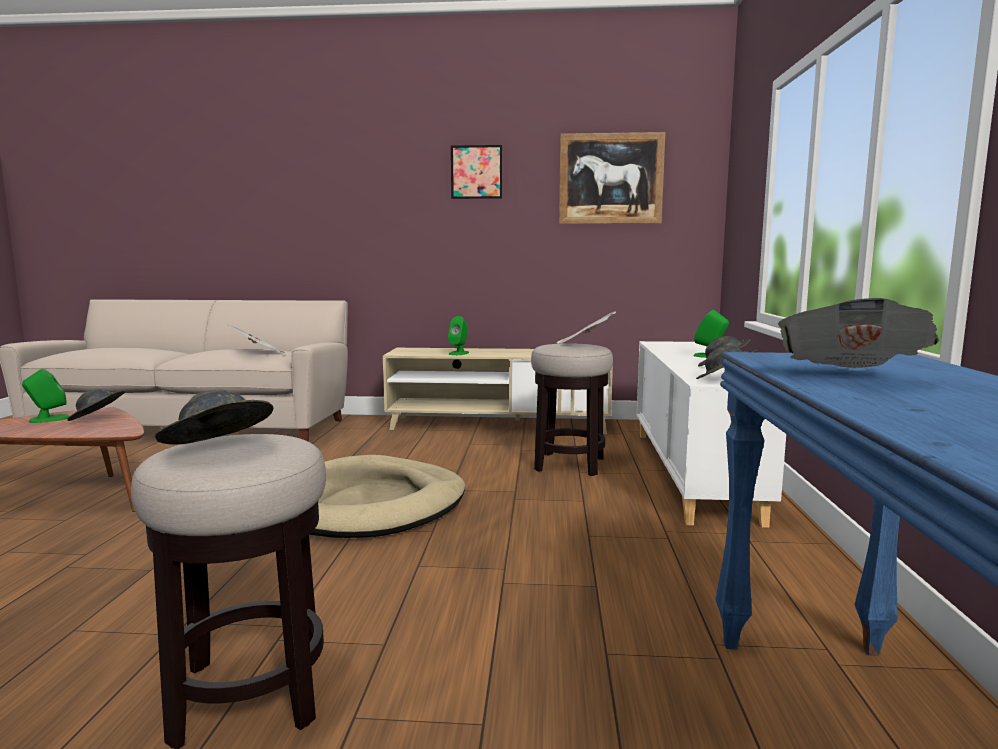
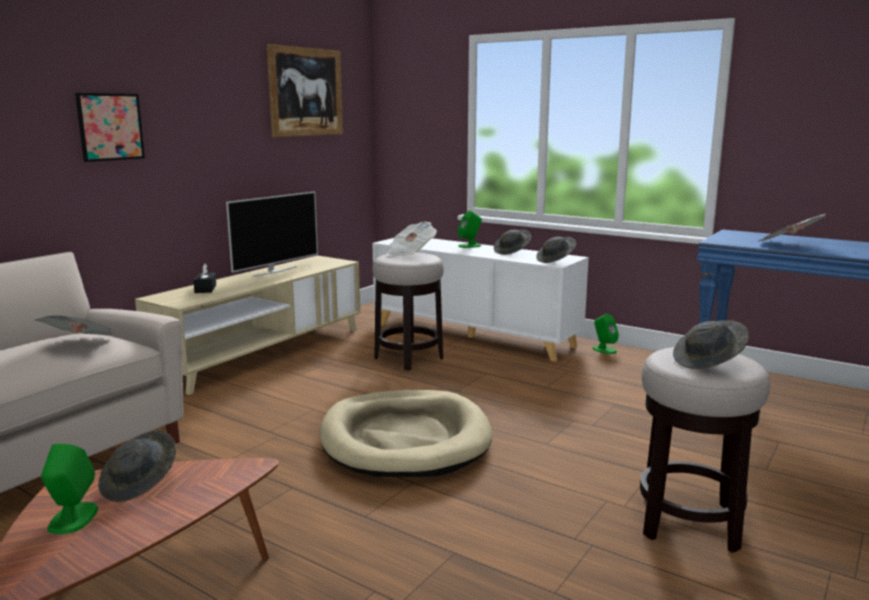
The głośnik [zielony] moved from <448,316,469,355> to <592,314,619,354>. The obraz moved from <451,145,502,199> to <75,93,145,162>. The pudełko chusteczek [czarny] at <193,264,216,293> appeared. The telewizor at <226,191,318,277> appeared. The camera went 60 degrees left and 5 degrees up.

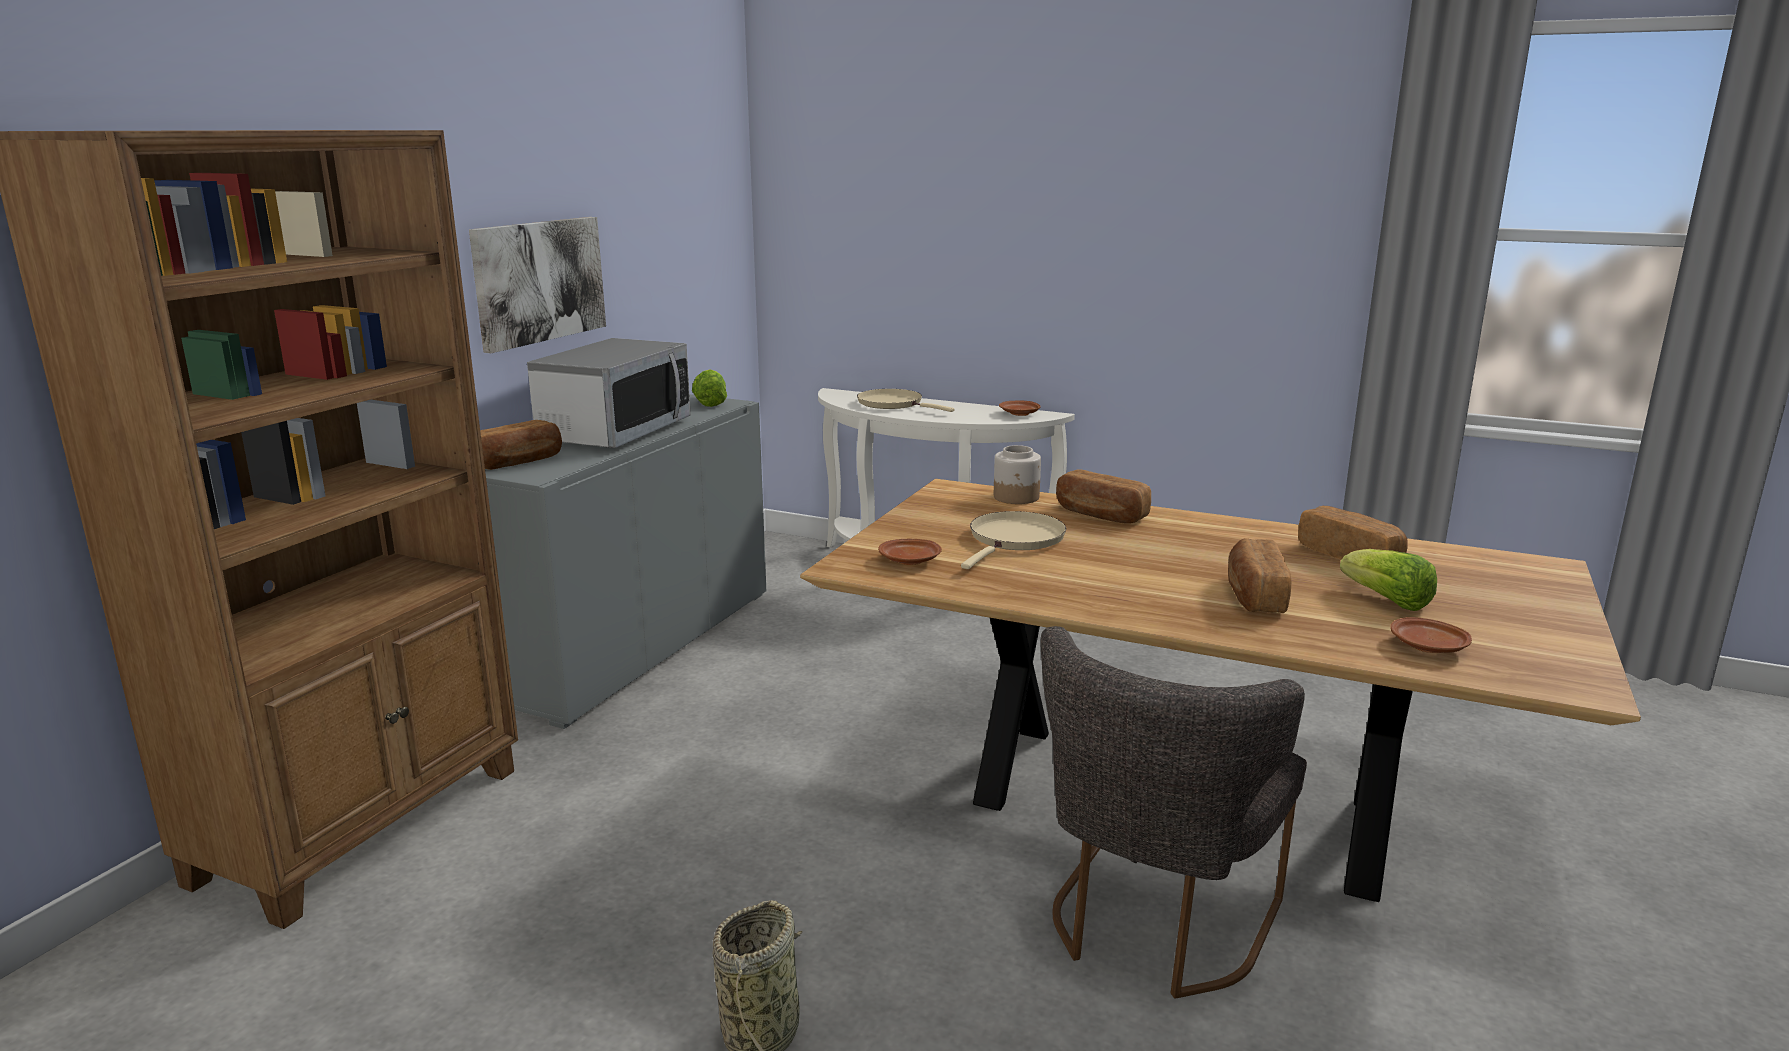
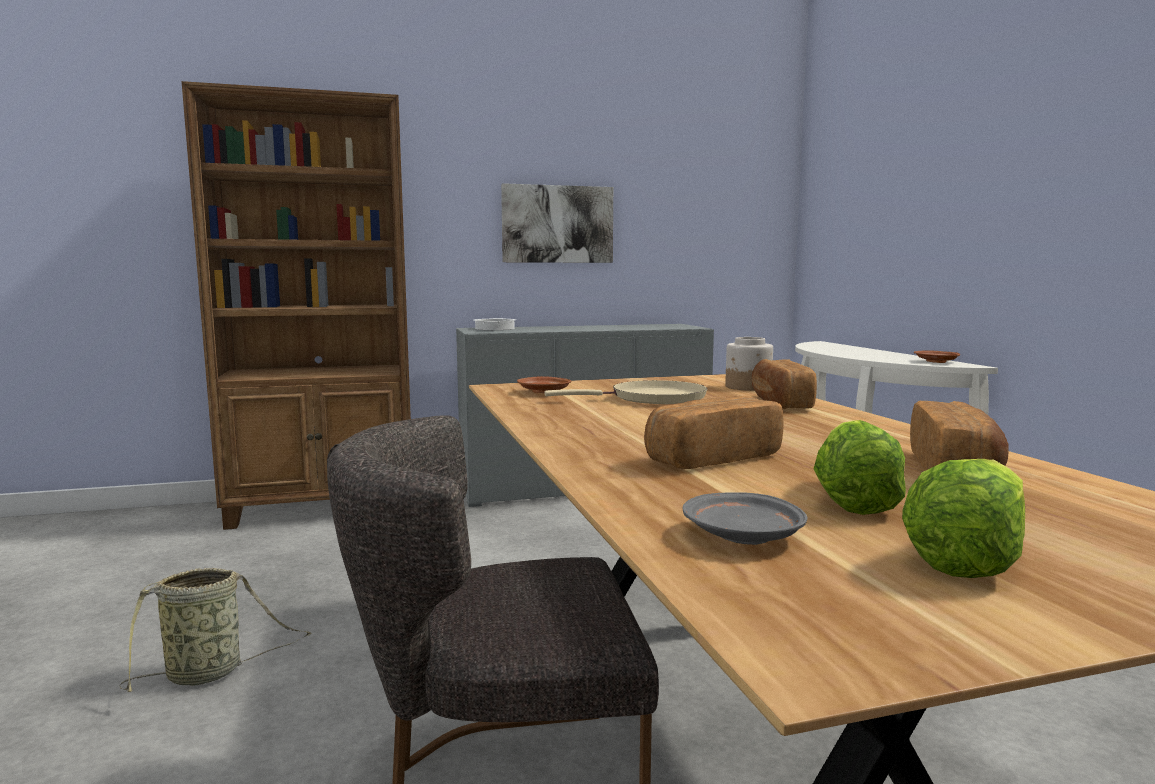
The chleb at <480,420,562,470> was replaced by the garnek at <474,318,516,330>. The mikrofalówka at <527,338,691,448> disappeared. The sałata moved from <692,369,727,407> to <902,459,1025,578>. The patelnia [beżowy] at <857,389,955,412> disappeared. The talerz [brązowy] at <1390,617,1472,653> became the talerz [szary] at <683,492,807,545>. The camera went 50 degrees right and 10 degrees down.

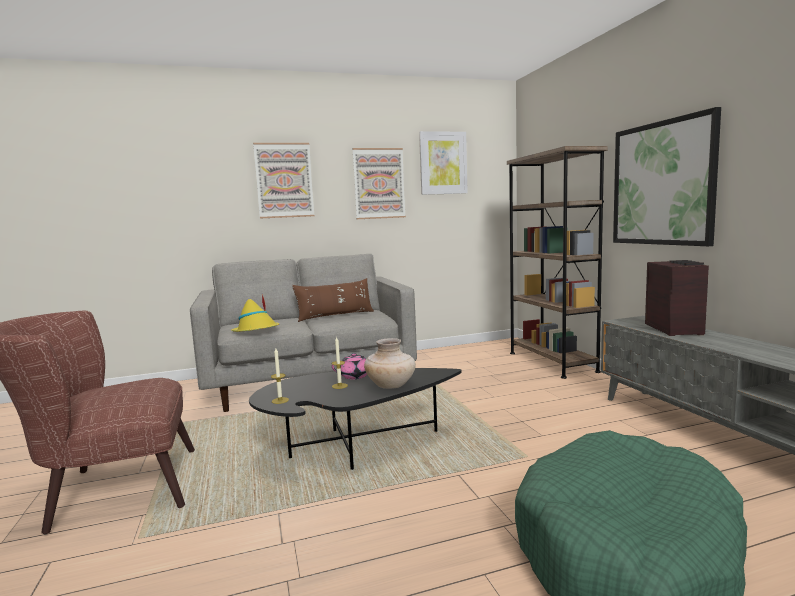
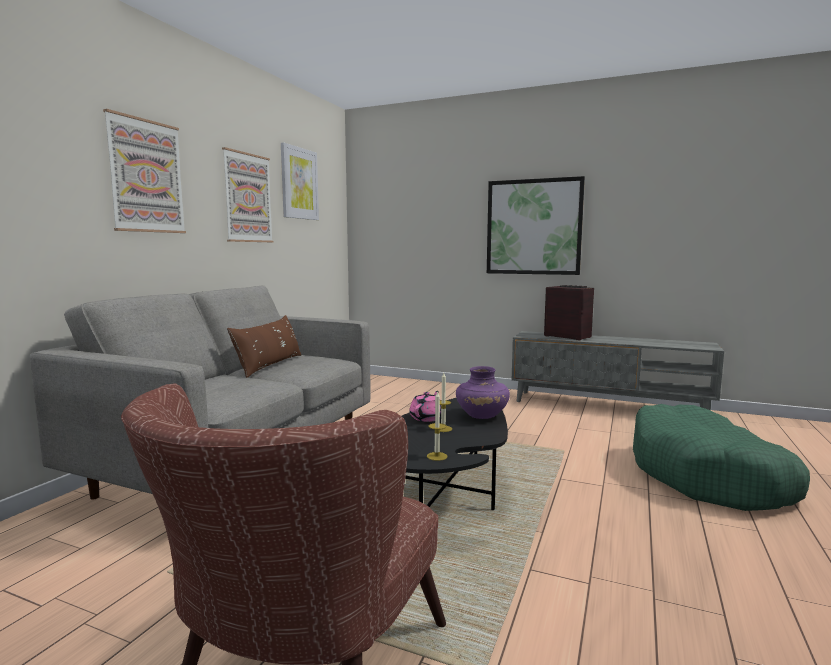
The kapelusz [żółty] at <231,294,279,332> disappeared. The wazon [beżowy] at <364,338,416,389> became the wazon [fioletowy] at <456,366,510,419>. The regał [brązowy] at <507,146,607,379> disappeared. The camera went 50 degrees left and 0 degrees up.

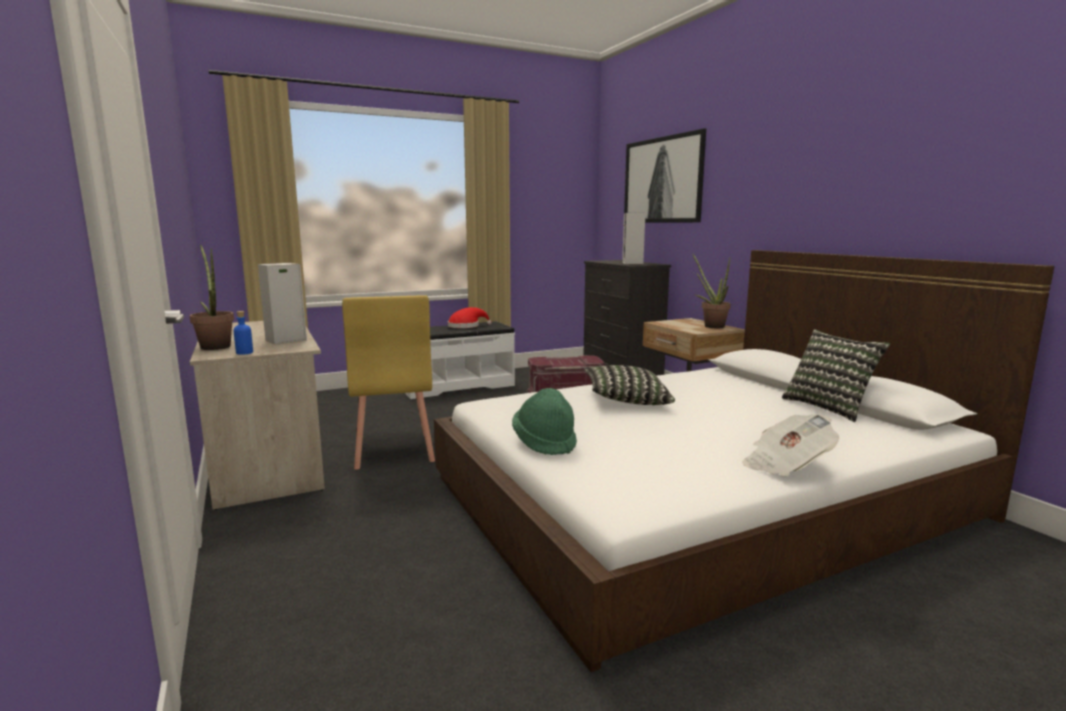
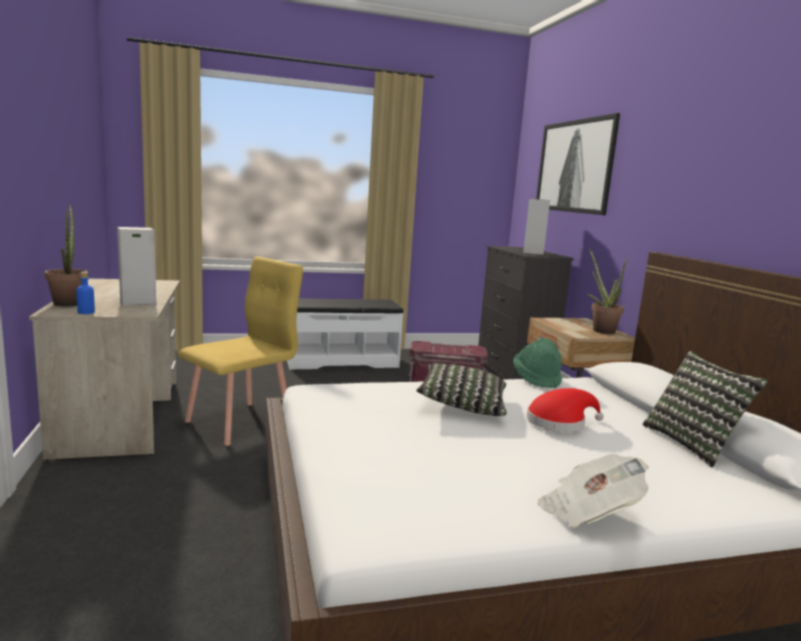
The krzesło [żółty] at <342,295,435,470> turned 135 degrees counterclockwise. The kapelusz [czerwony] moved from <448,307,492,328> to <527,388,604,432>. The kapelusz [zielony] moved from <512,388,577,455> to <513,338,562,388>. The camera went 10 degrees right and 0 degrees up.

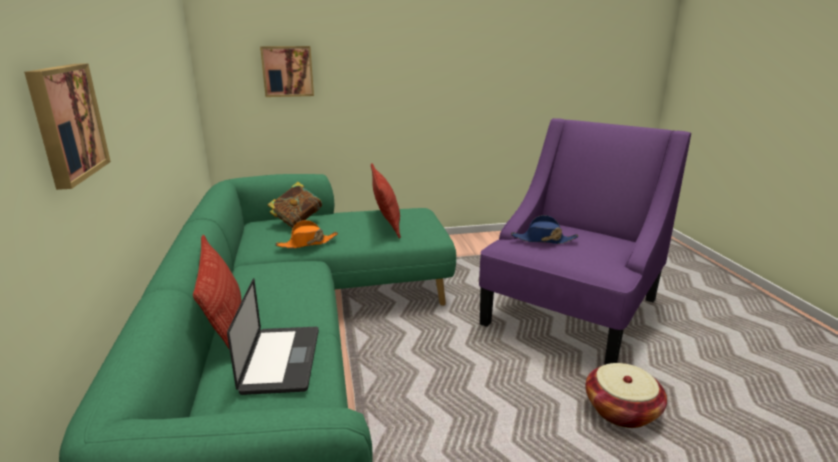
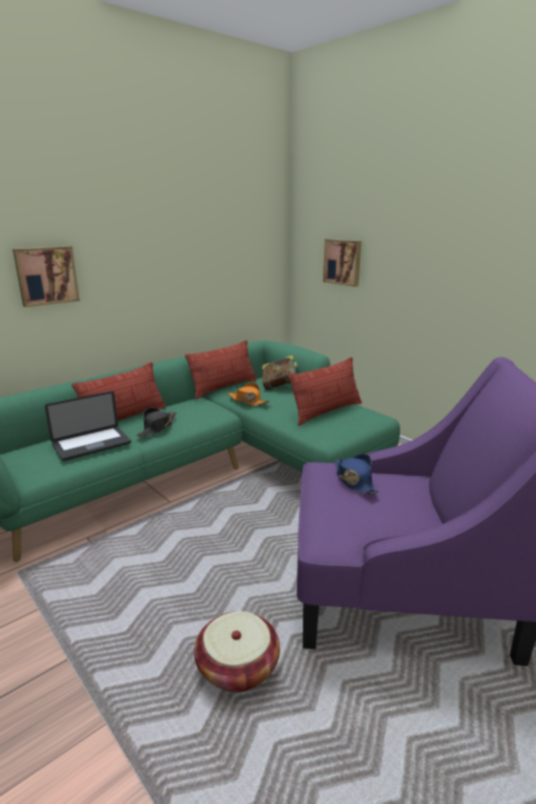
The kapelusz [czarny] at <137,408,176,437> appeared. The poduszka at <185,340,257,399> appeared. The camera went 60 degrees right and 0 degrees up.

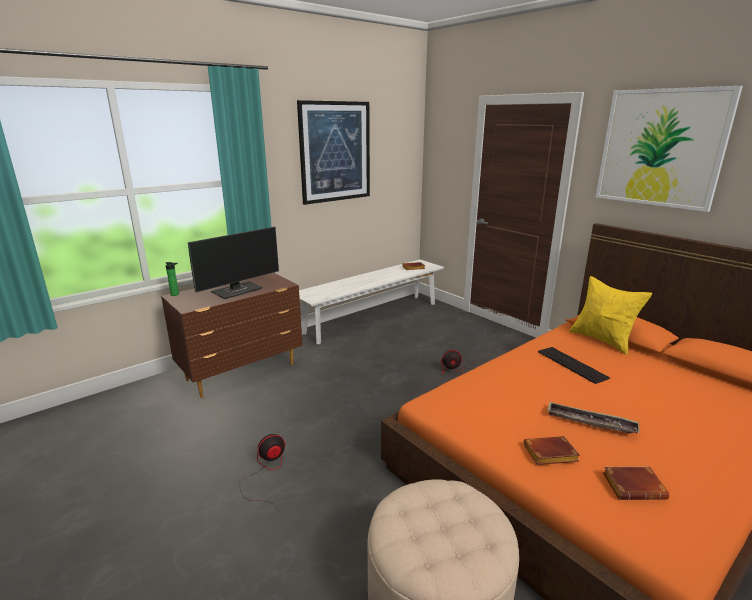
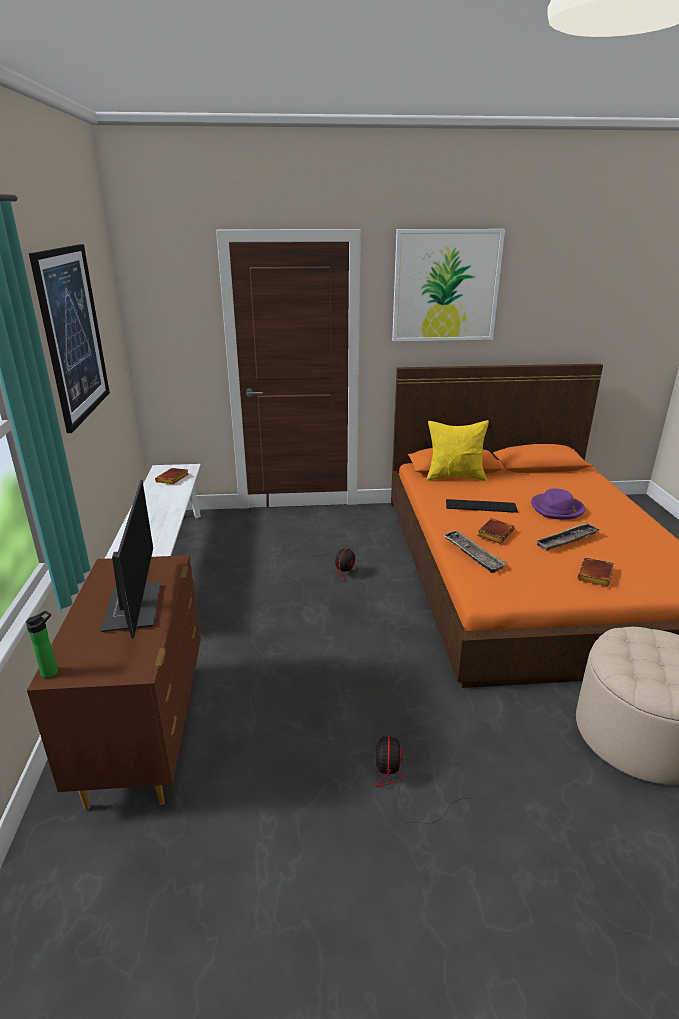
The książka [brązowy] moved from <603,467,669,500> to <477,518,514,544>. The taca at <442,530,507,573> appeared. The kapelusz [fioletowy] at <531,488,585,520> appeared. The camera went 55 degrees left and 5 degrees up.

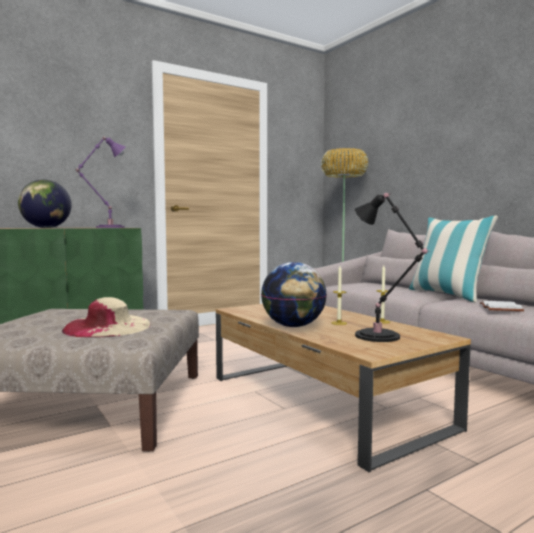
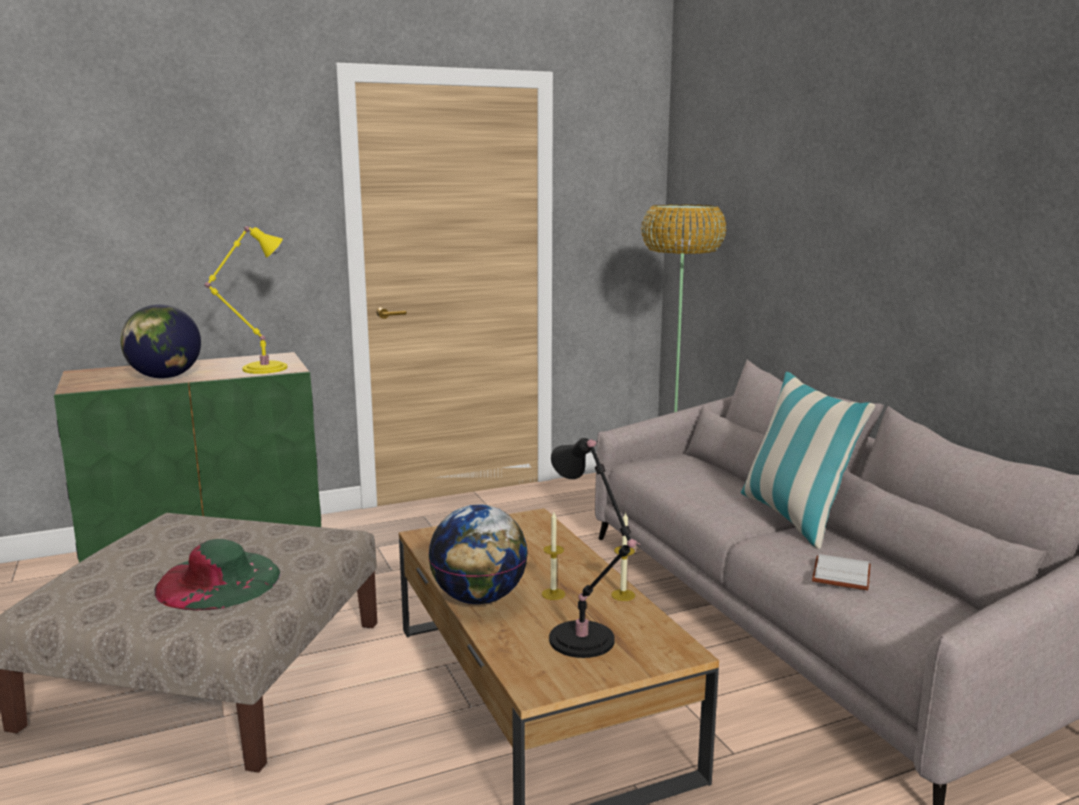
The kapelusz [beżowy] at <62,297,151,338> became the kapelusz [zielony] at <154,539,280,611>. The lampa stołowa [fioletowy] at <76,136,125,228> became the lampa stołowa [żółty] at <204,226,287,374>. The camera went 10 degrees right and 10 degrees up.

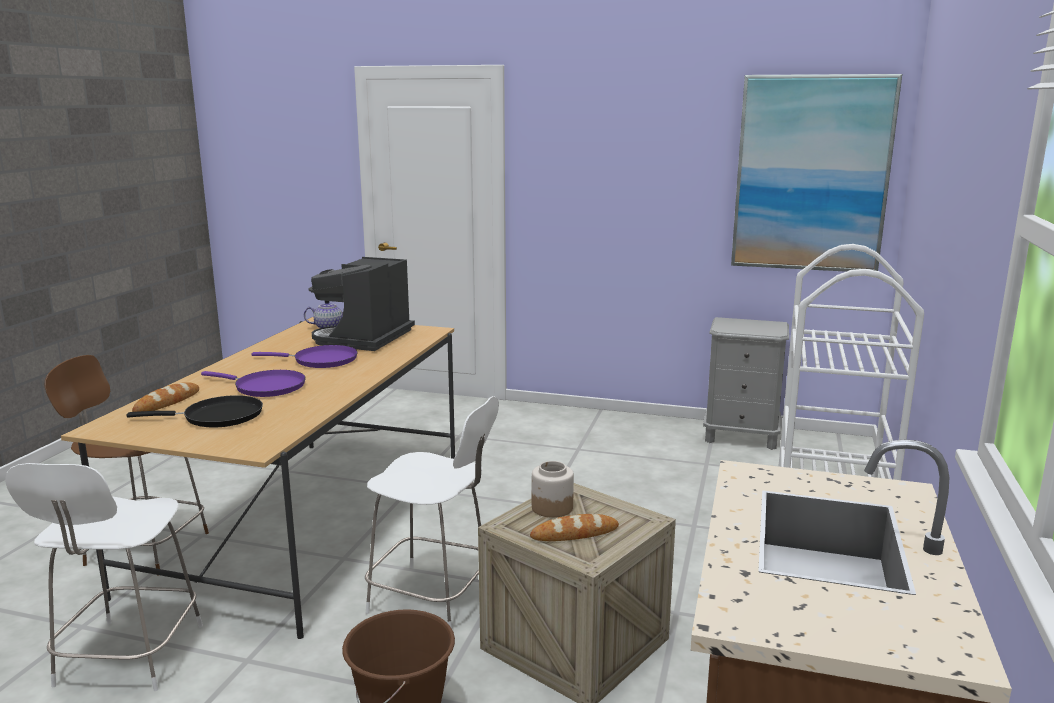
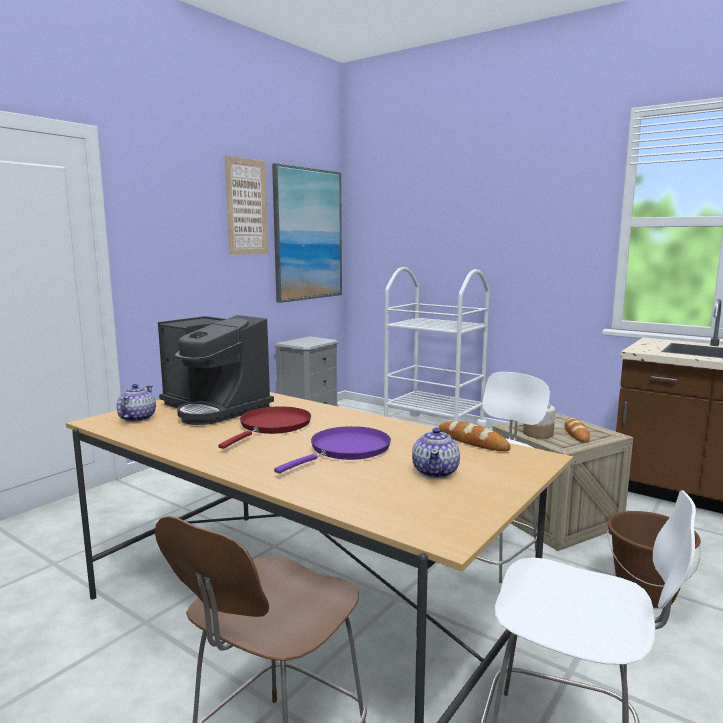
The patelnia [czarny] at <126,395,263,428> was replaced by the imbryk at <412,427,460,478>. The chleb moved from <132,382,199,412> to <439,421,511,451>. The patelnia [fioletowy] at <252,345,357,368> became the patelnia [czerwony] at <218,406,311,449>. The obraz at <225,156,268,255> appeared. The camera went 70 degrees left and 5 degrees down.

